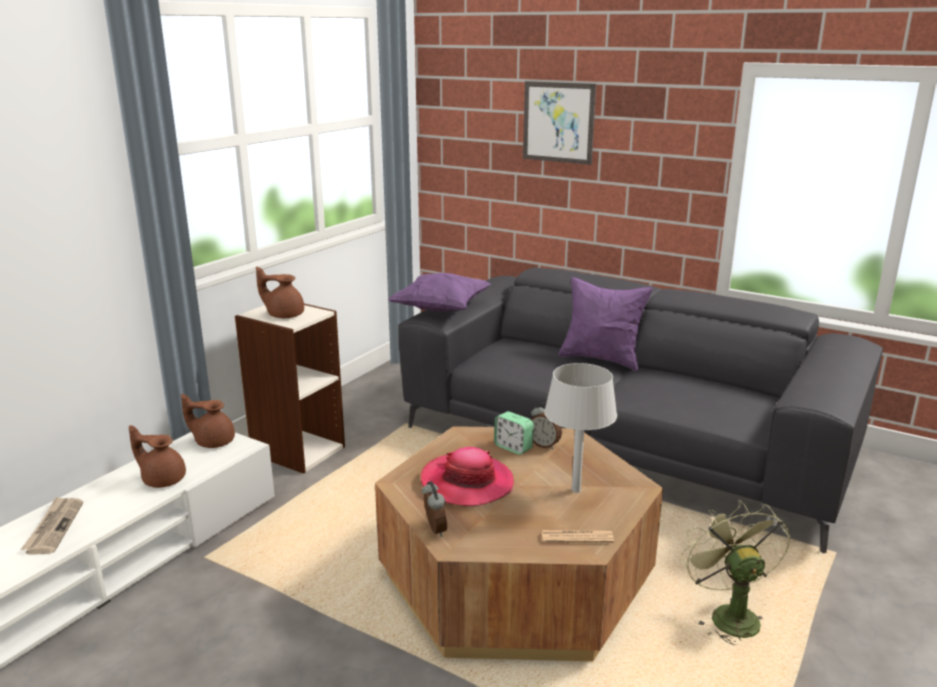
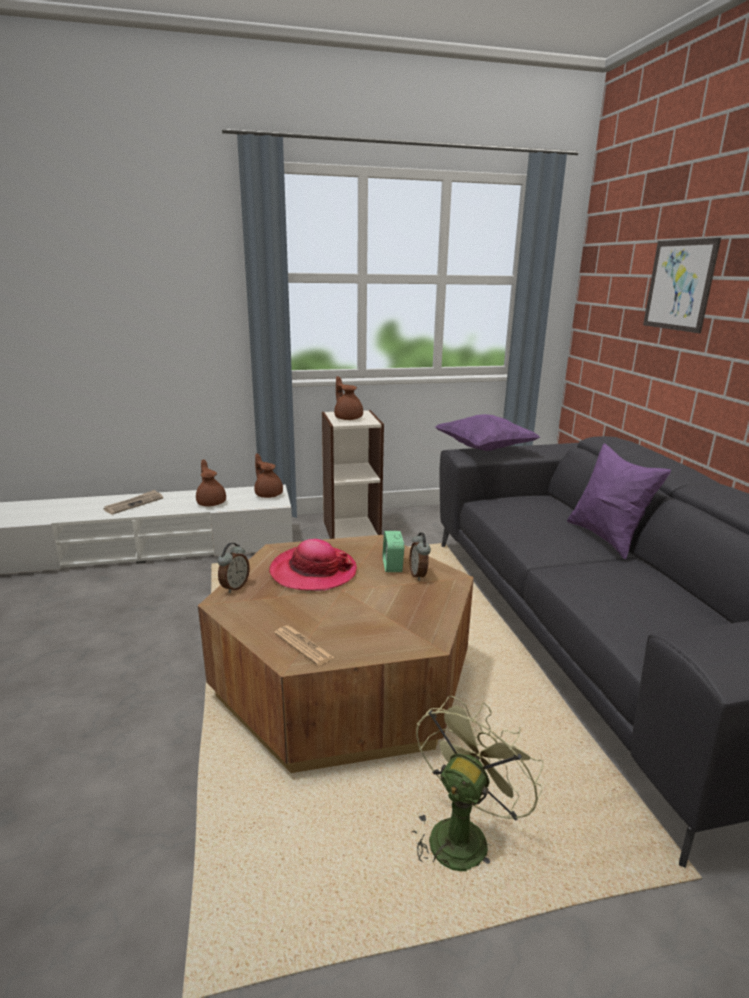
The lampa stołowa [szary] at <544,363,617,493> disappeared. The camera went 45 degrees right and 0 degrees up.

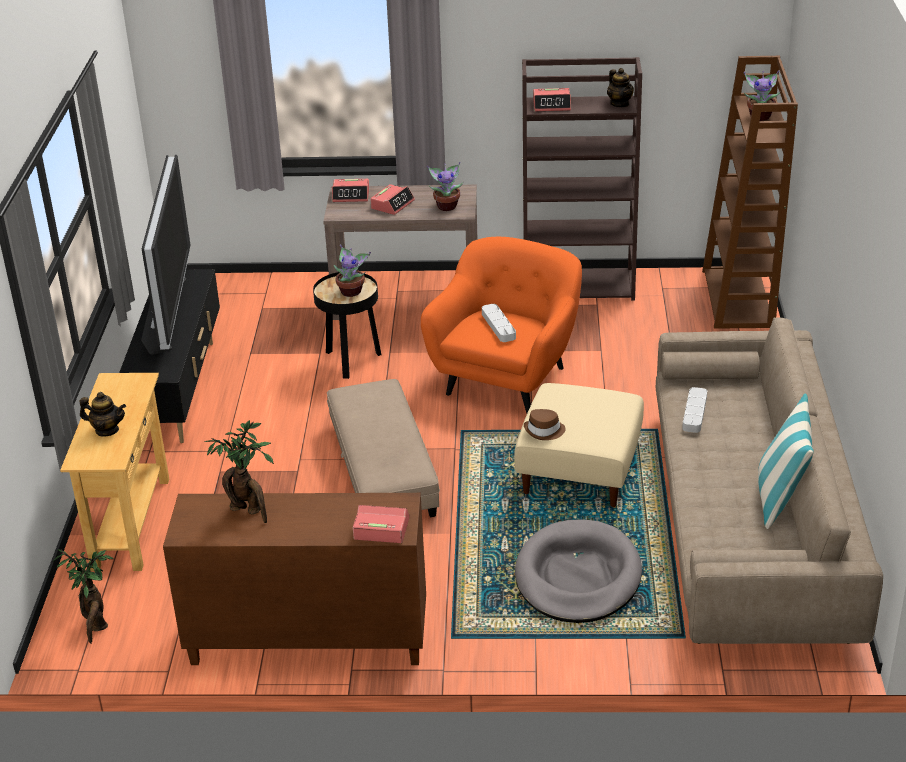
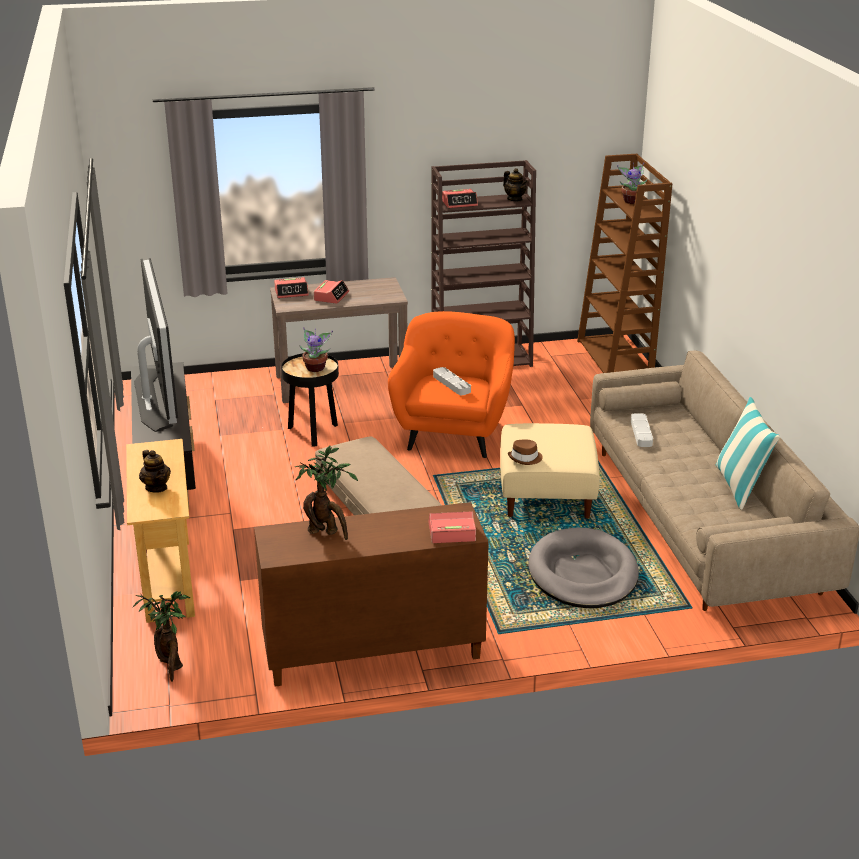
The imbryk at <80,392,126,436> turned 60 degrees clockwise. The roślina doniczkowa at <427,162,464,211> disappeared. The camera went 15 degrees left and 5 degrees down.

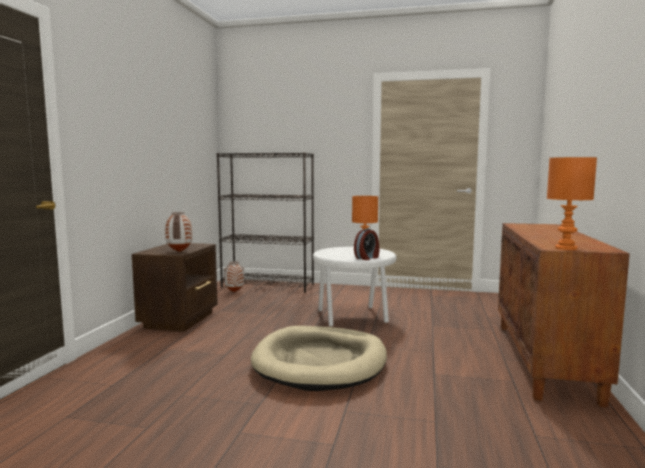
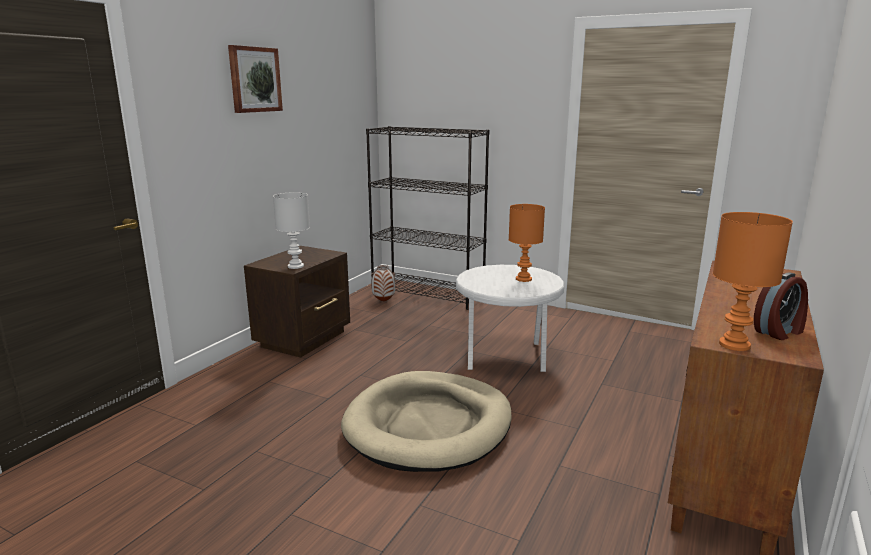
The wazon at <165,212,192,252> was replaced by the lampa stołowa [biały] at <273,192,310,269>. The budzik moved from <354,229,379,260> to <754,272,808,340>. The obraz at <228,45,283,113> appeared. The camera went 15 degrees right and 10 degrees up.

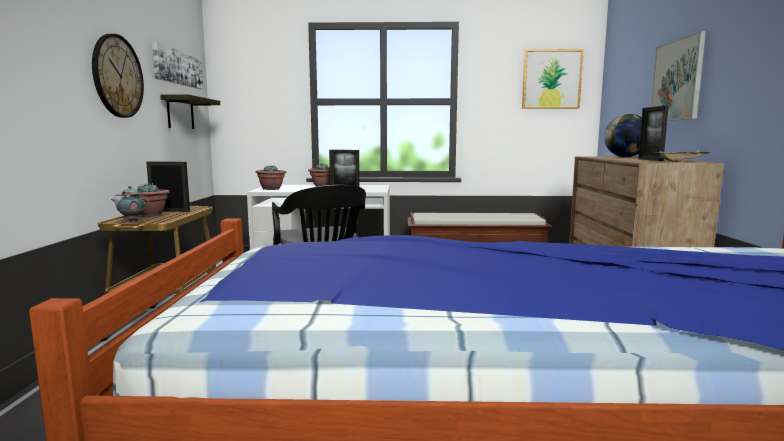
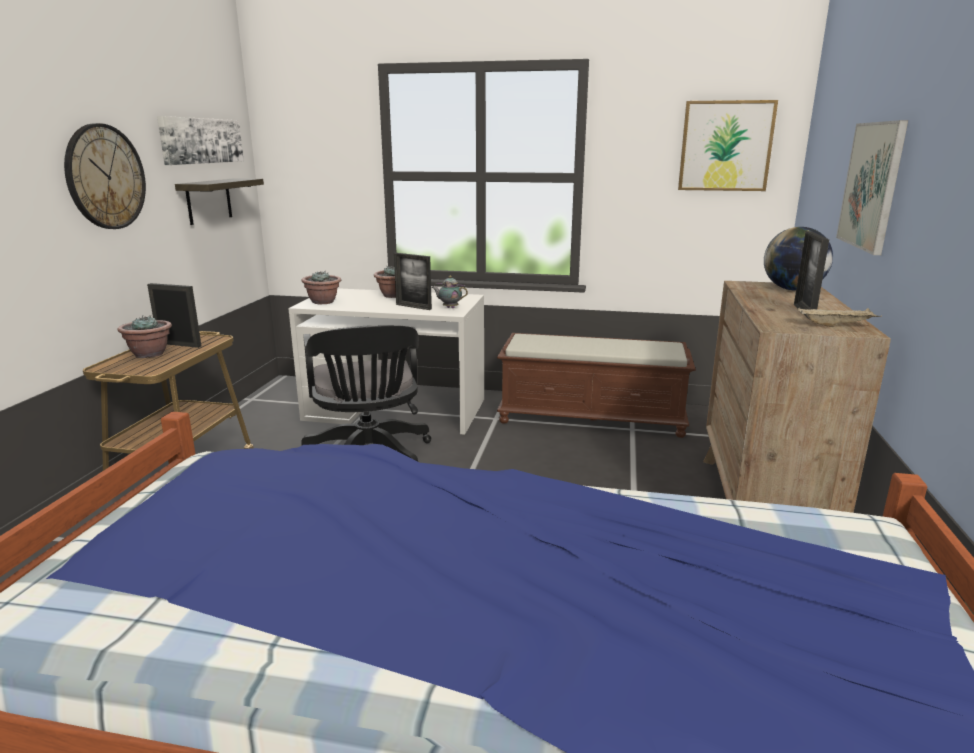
The imbryk moved from <111,186,150,222> to <432,276,468,308>. The camera went 10 degrees right and 10 degrees up.

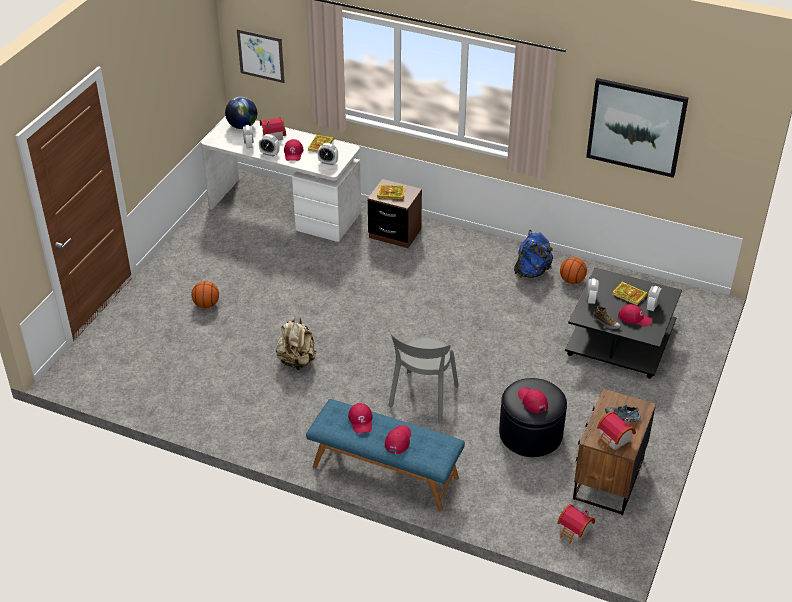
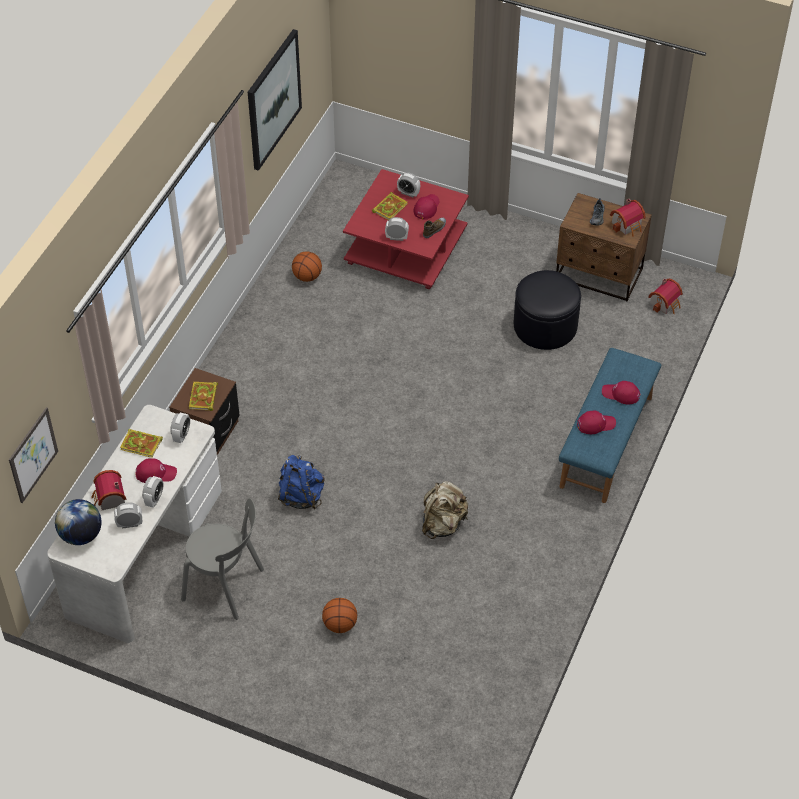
The krzesło [szary] moved from <388,329,459,422> to <181,498,264,620>. The plecak [niebieski] moved from <514,230,553,278> to <278,455,324,509>. The czapka z daszkiem [czerwony] at <518,387,548,413> disappeared. The ława [czarny] at <565,268,682,379> became the ława [czerwony] at <343,169,469,289>. The camera went 90 degrees left and 10 degrees up.

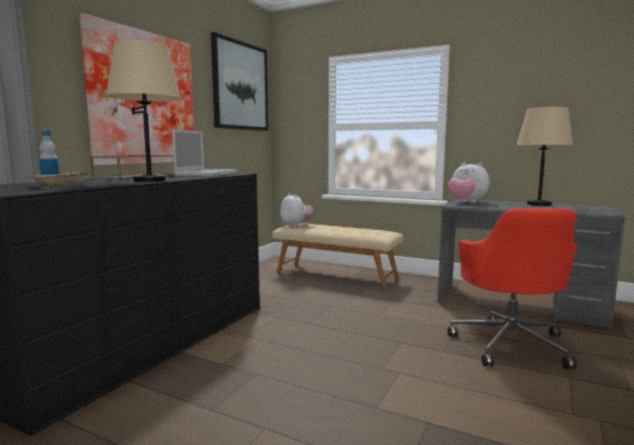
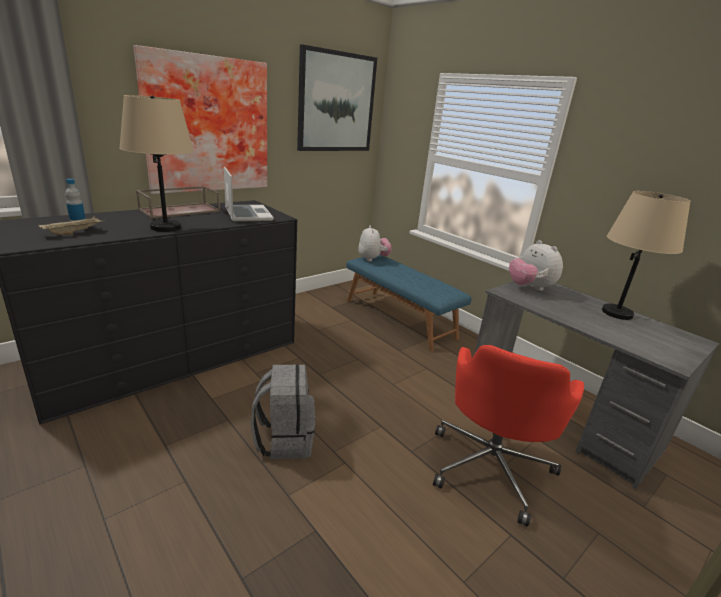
The laptop at <172,130,237,177> turned 60 degrees counterclockwise. The ławka [beżowy] at <272,223,404,290> became the ławka [niebieski] at <346,255,472,351>. The plecak [szary] at <251,364,315,459> appeared. The camera went 20 degrees right and 15 degrees up.

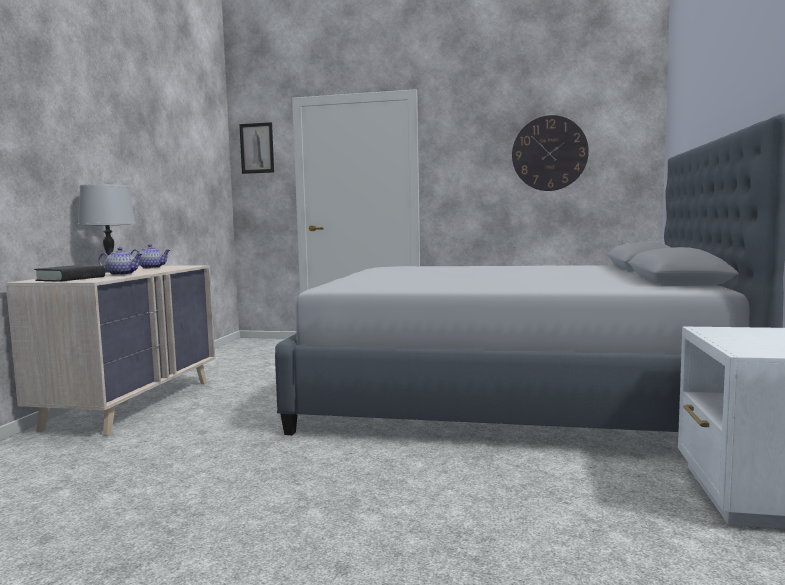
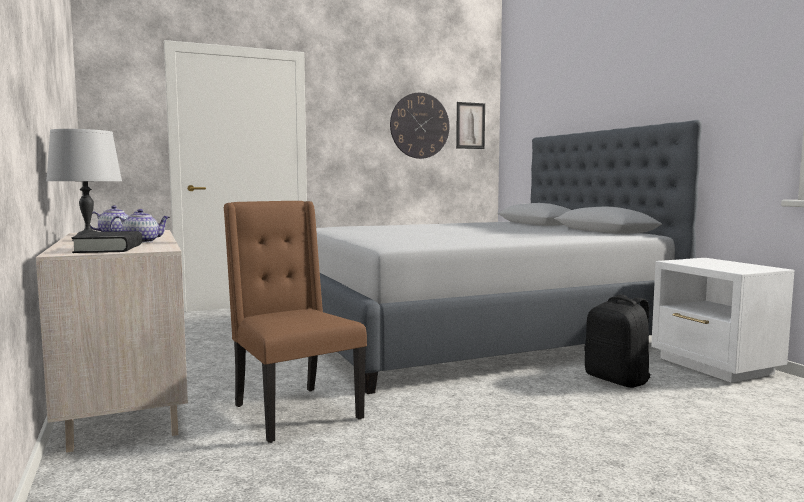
The obraz moved from <239,122,274,174> to <456,102,485,149>. The krzesło [brązowy] at <223,201,367,443> appeared. The plecak [czarny] at <584,294,651,388> appeared. The camera went 35 degrees left and 0 degrees up.

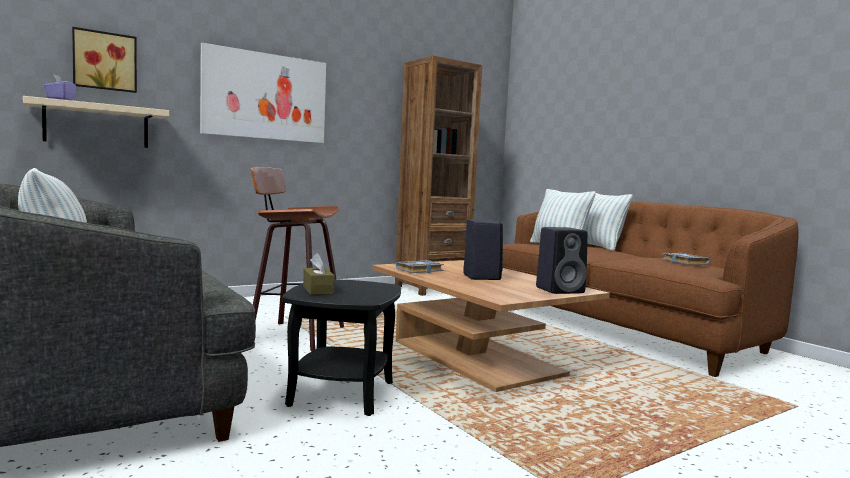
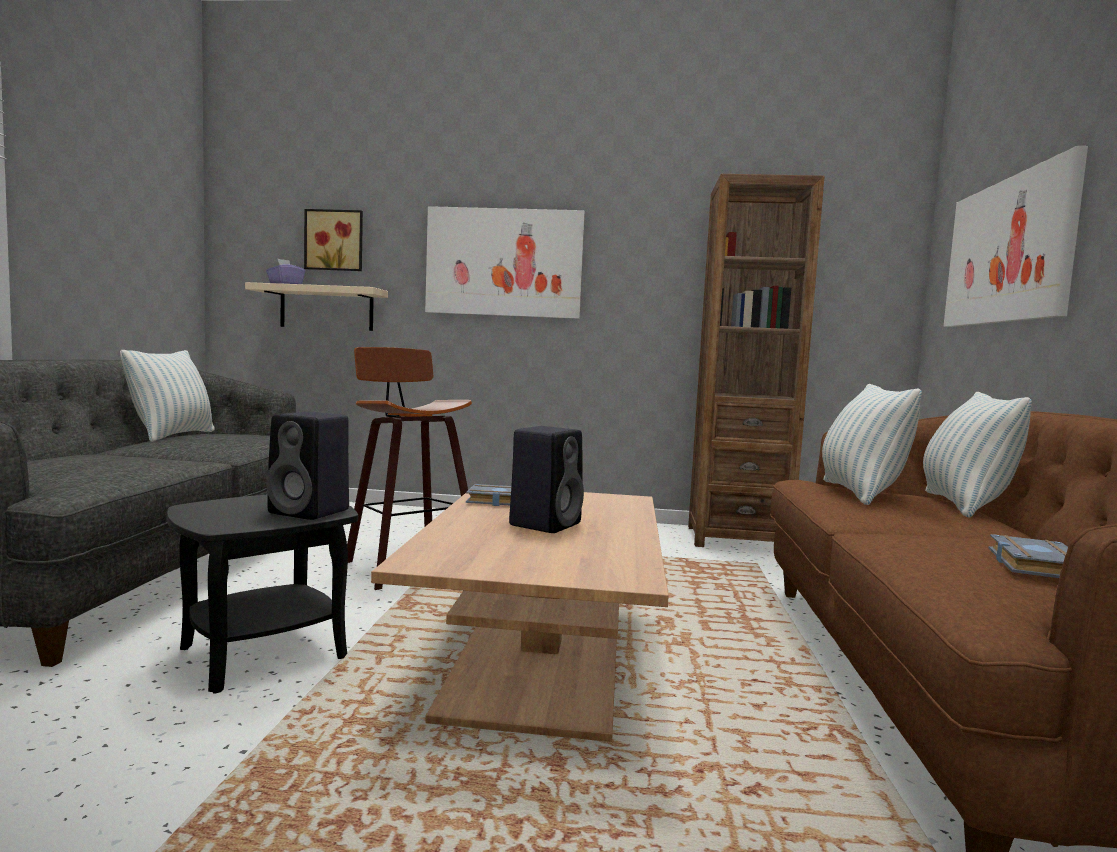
The pudełko chusteczek [brązowy] at <303,253,335,295> disappeared. The głośnik [czarny] moved from <536,227,588,294> to <266,412,349,520>. The obraz at <943,146,1088,327> appeared. The camera went 40 degrees right and 0 degrees up.

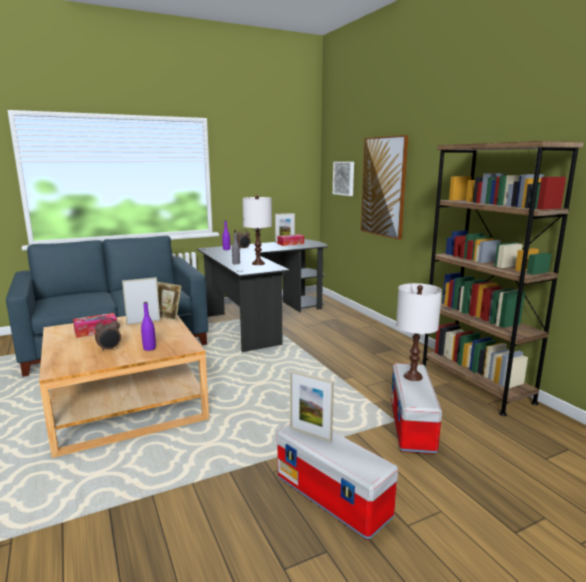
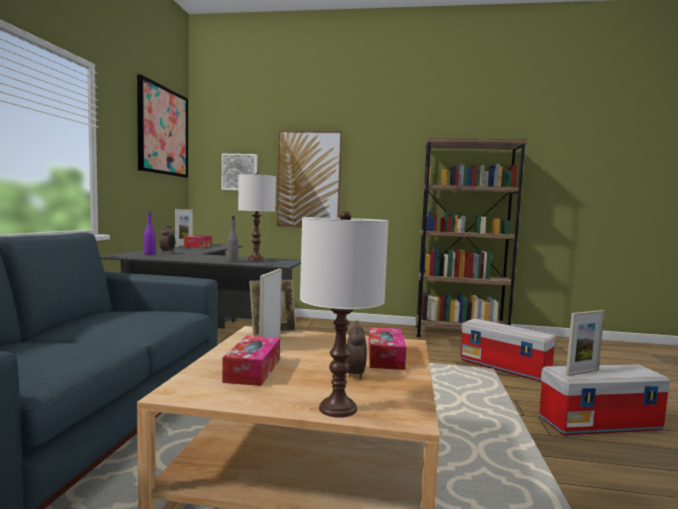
The butelka [fioletowy] at <141,302,156,351> was replaced by the pudełko chusteczek at <368,327,407,370>. The lampa stołowa [biały] moved from <396,283,442,381> to <300,211,389,418>. The obraz at <137,74,188,178> appeared. The camera went 55 degrees left and 10 degrees down.

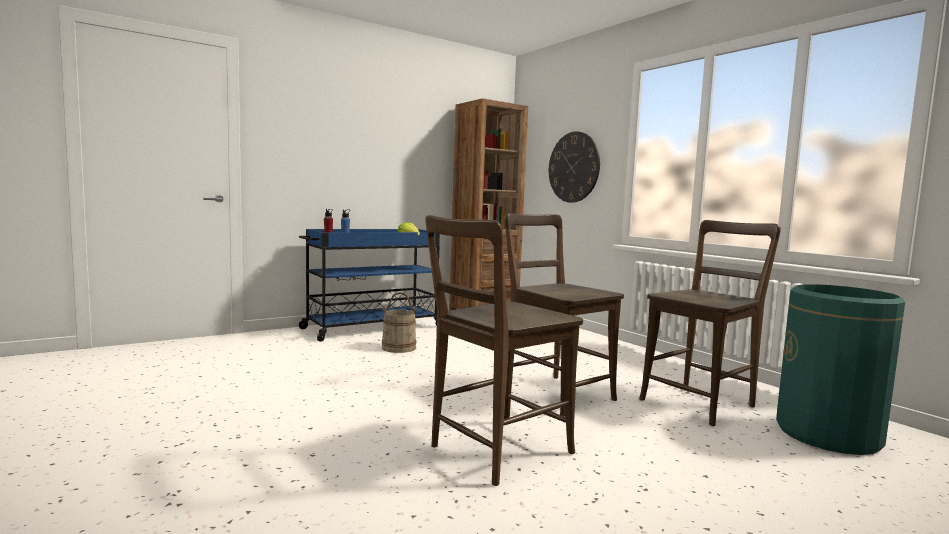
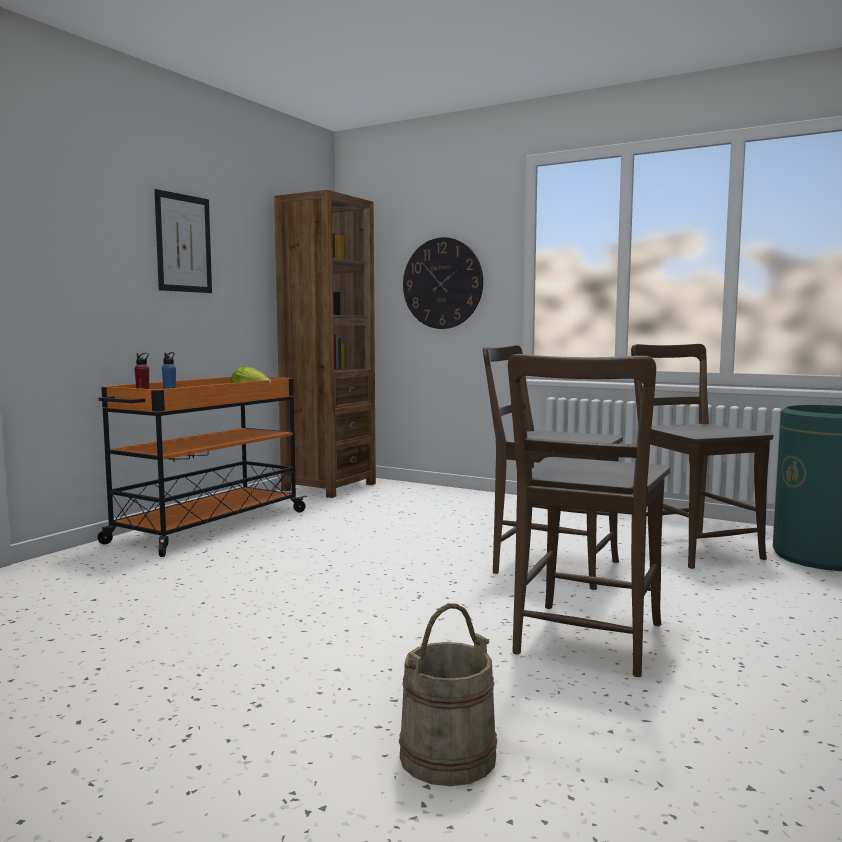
The wózek [niebieski] at <299,229,440,342> became the wózek [pomarańczowy] at <97,377,308,557>. The wiadro [beżowy] moved from <381,292,418,353> to <399,603,497,786>. The krzesło [brązowy] at <639,220,781,426> turned 45 degrees counterclockwise. The obraz at <154,189,212,293> appeared. The camera went 25 degrees left and 0 degrees up.

